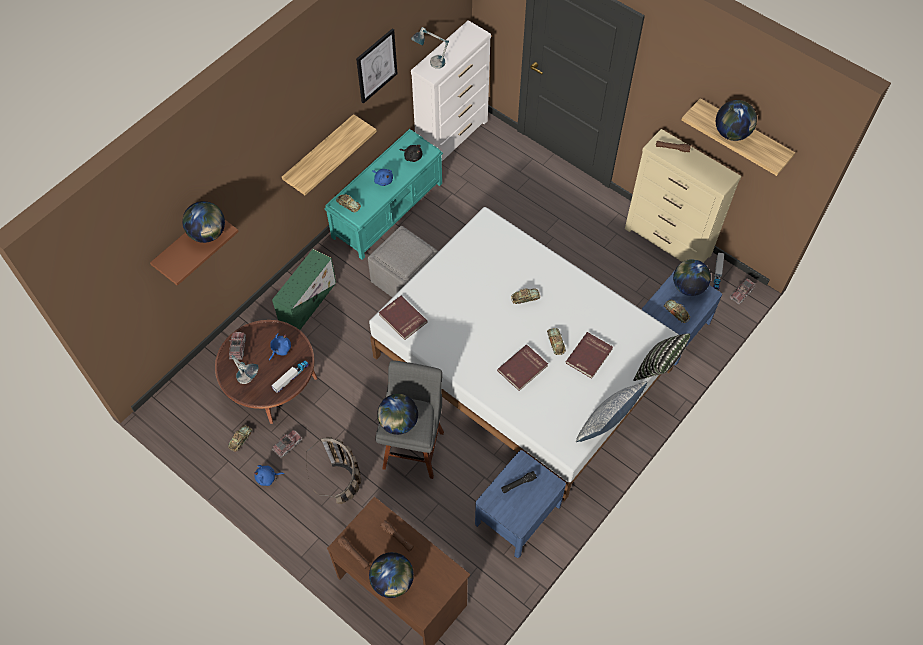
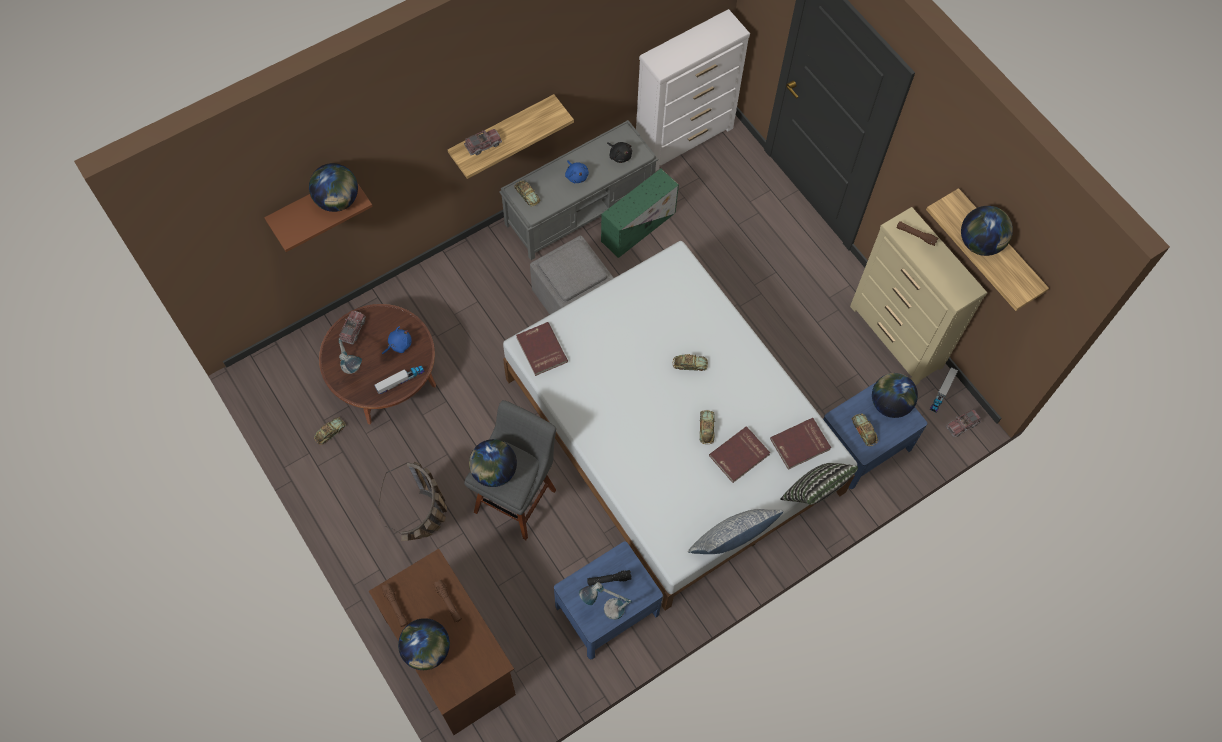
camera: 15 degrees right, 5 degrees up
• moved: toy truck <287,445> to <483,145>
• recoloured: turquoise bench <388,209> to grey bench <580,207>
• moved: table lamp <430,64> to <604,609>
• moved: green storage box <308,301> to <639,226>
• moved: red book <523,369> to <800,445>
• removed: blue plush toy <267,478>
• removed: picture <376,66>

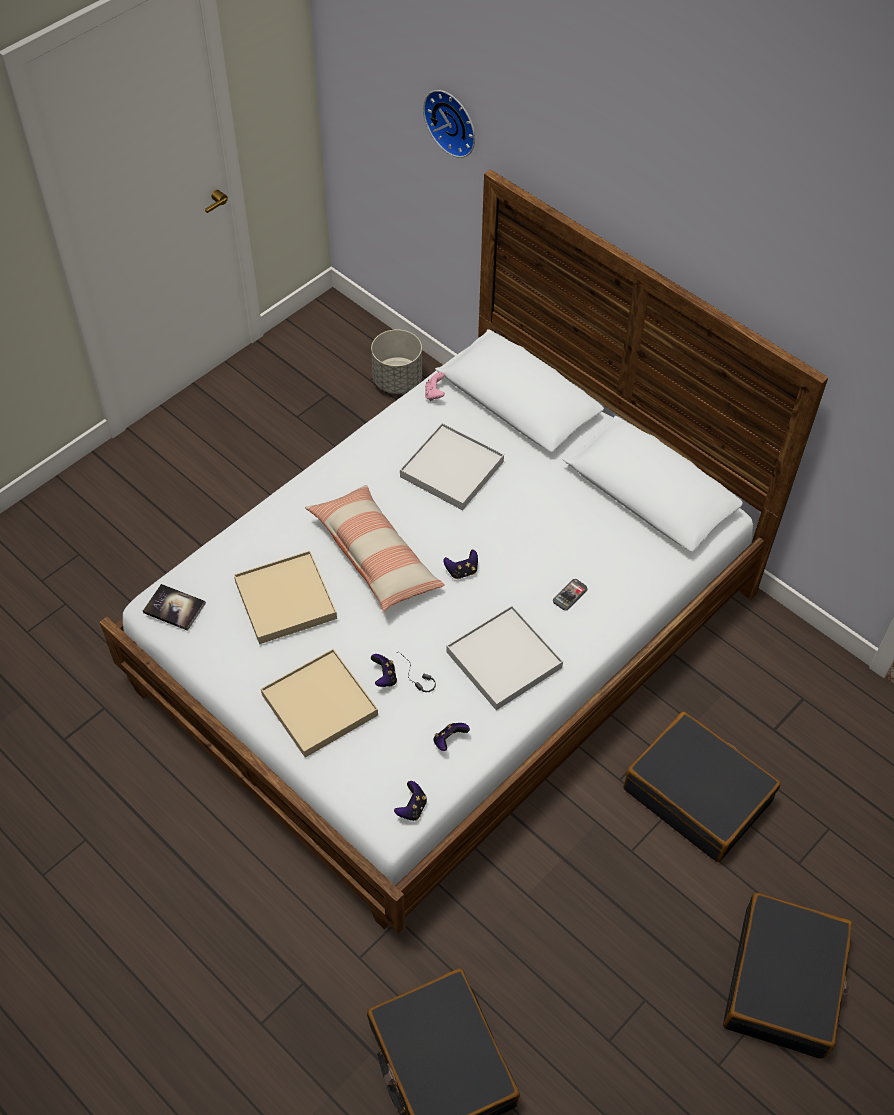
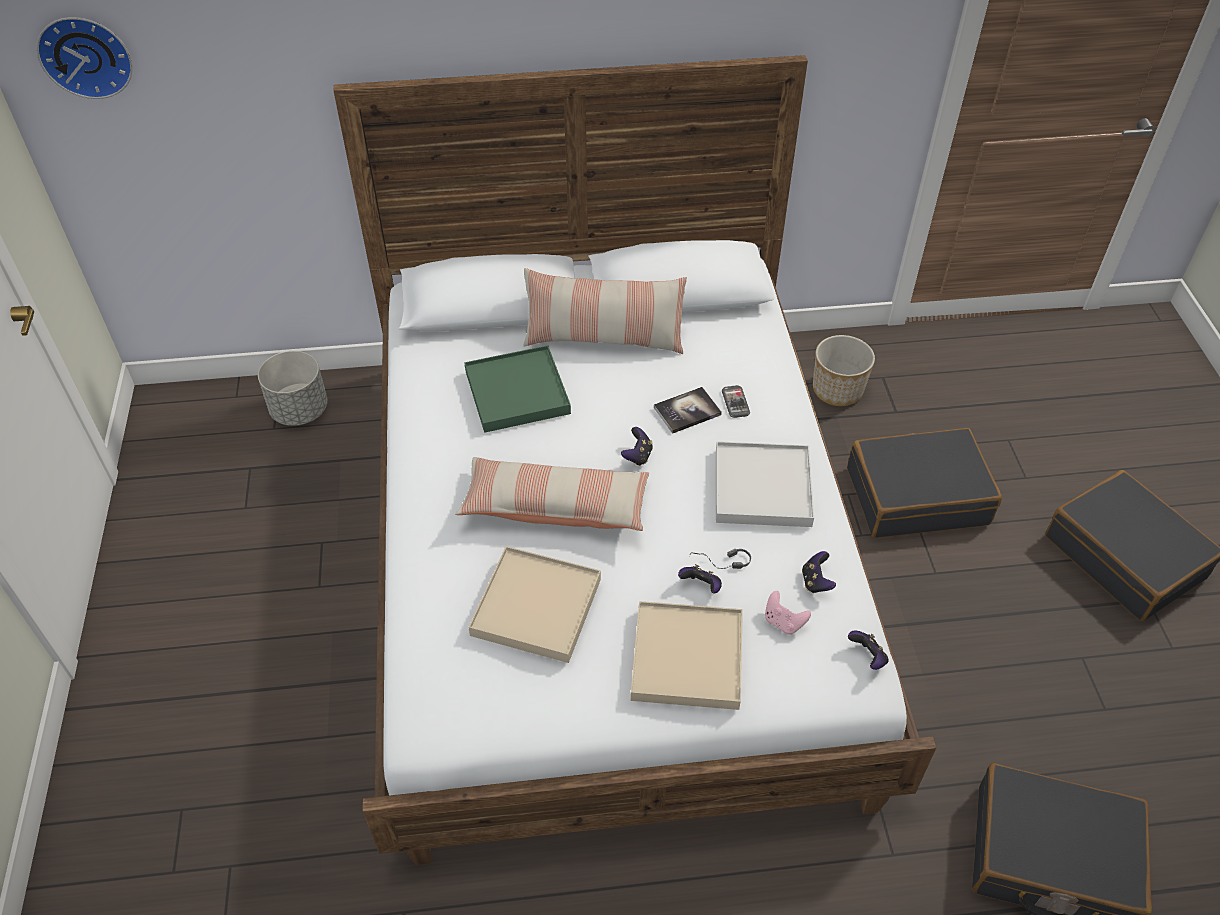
camera: 50 degrees left, 5 degrees down
• moved: wall clock <453,121> to <86,55>
• recoloured: white tray <452,469> to green tray <517,392>
• added: pillow <604,338>
• moved: book <174,608> to <687,411>
• moved: pink game controller <434,394> to <783,622>
• added: planter <838,390>

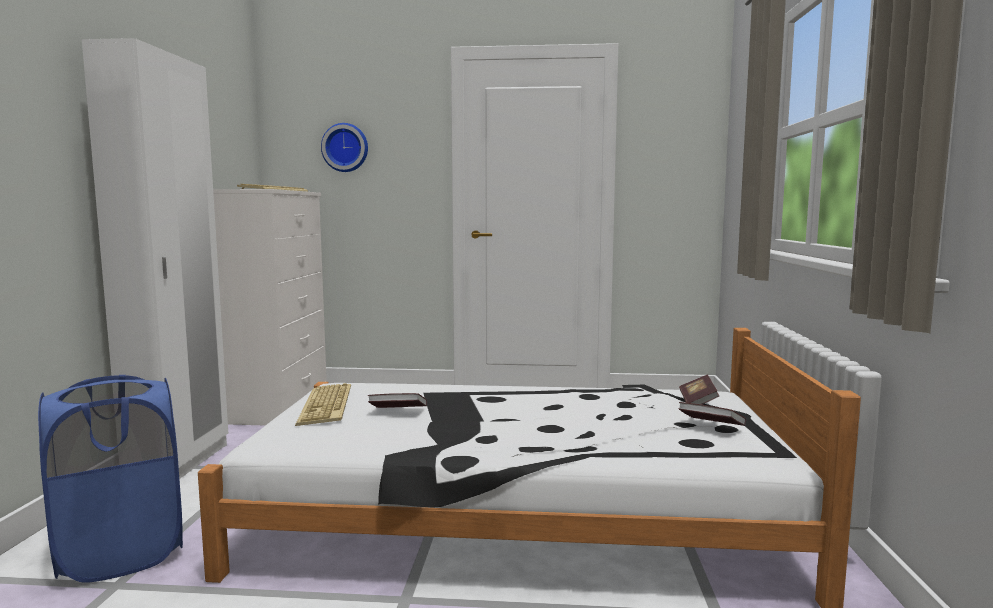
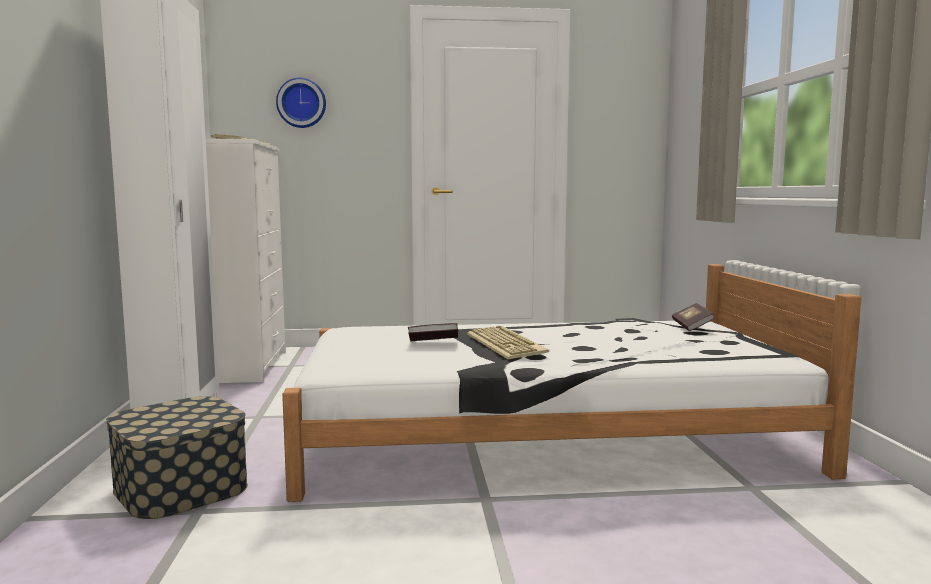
camera: 10 degrees left, 0 degrees up
• replaced: blue laundry basket <121,552> to storage box <181,487>
• moved: keyboard <327,406> to <507,344>
• removed: book <711,426>

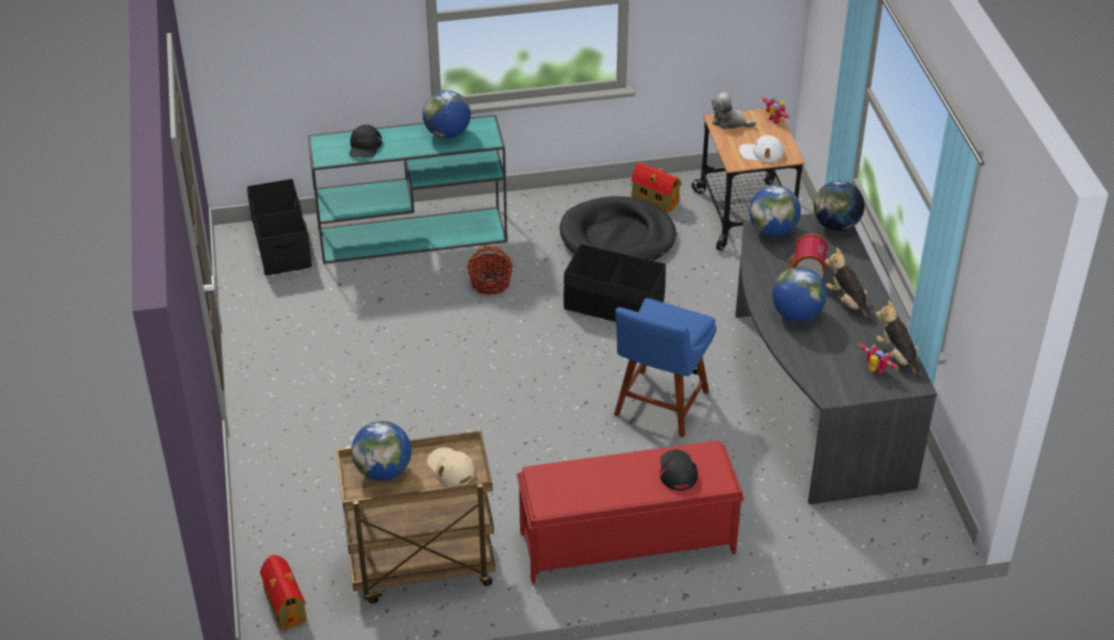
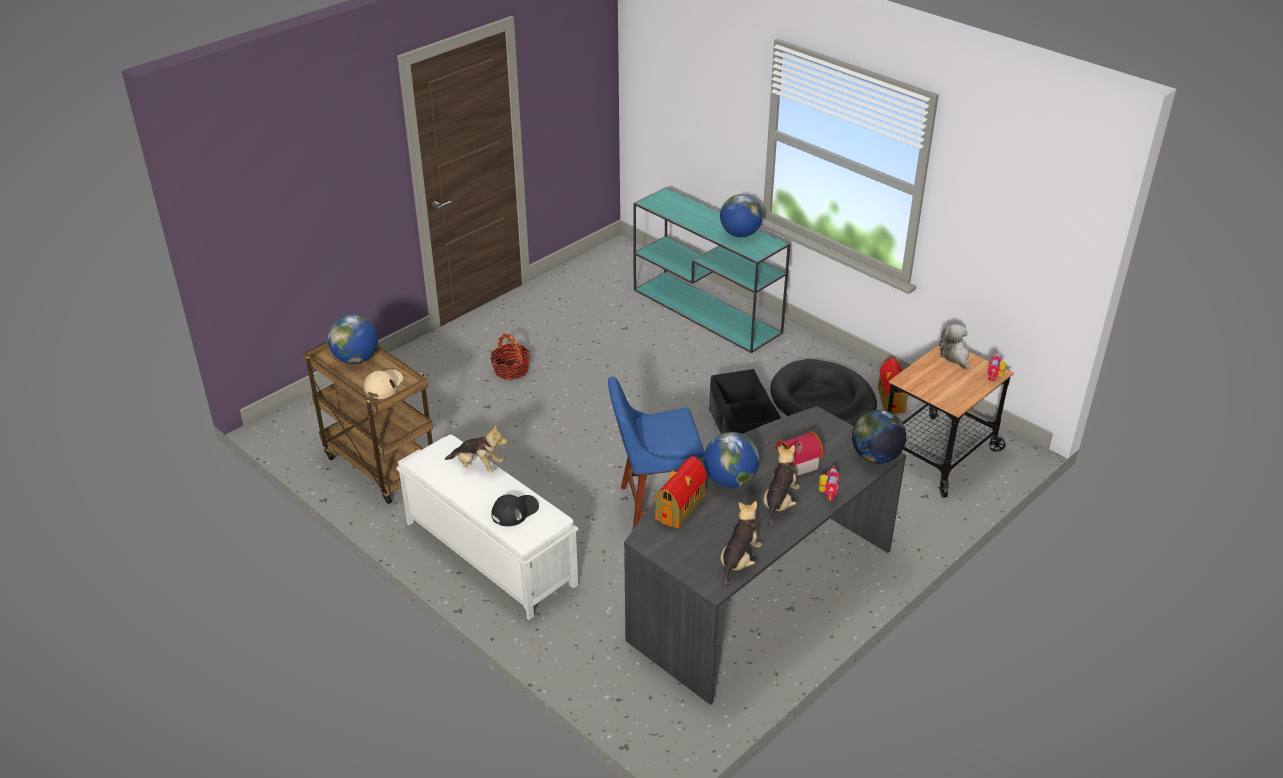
camera: 55 degrees right, 5 degrees down
• recoloured: red bench <625,542> to white bench <489,553>
• added: plush toy <478,466>
• moved: basket <490,283> to <511,370>
• moved: toy house <285,605> to <681,507>
• moved: toy robot <874,371> to <827,495>
• removed: black storage box <282,244>
• removed: black cap <365,146>
• removed: white cap <761,152>
• removed: globe <772,230>

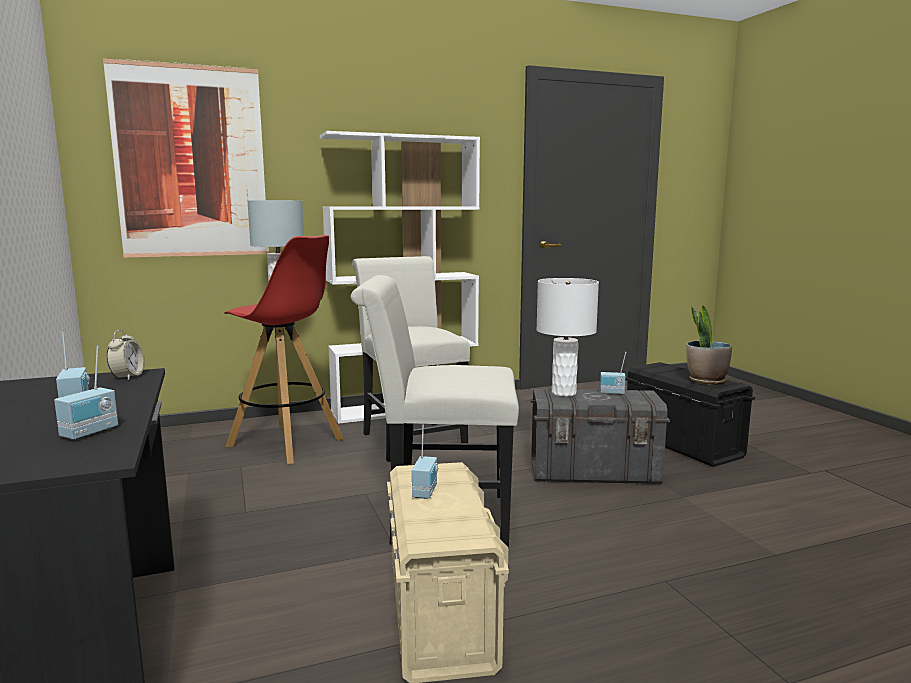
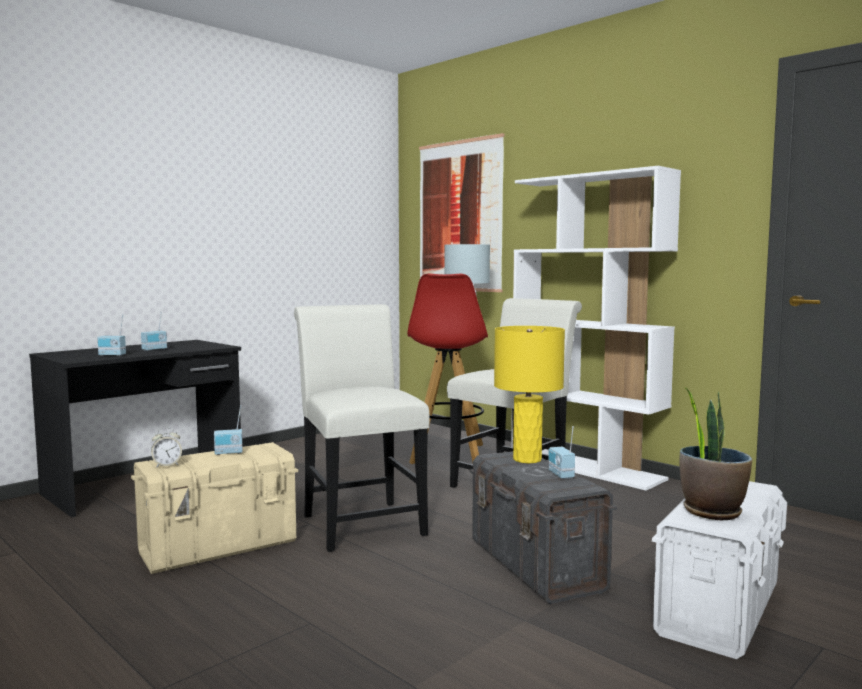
camera: 65 degrees right, 5 degrees down
• moved: alarm clock <127,377> to <167,465>
• recoloured: white table lamp <563,393> to yellow table lamp <526,459>
• recoloured: black storage box <682,444> to white storage box <719,609>

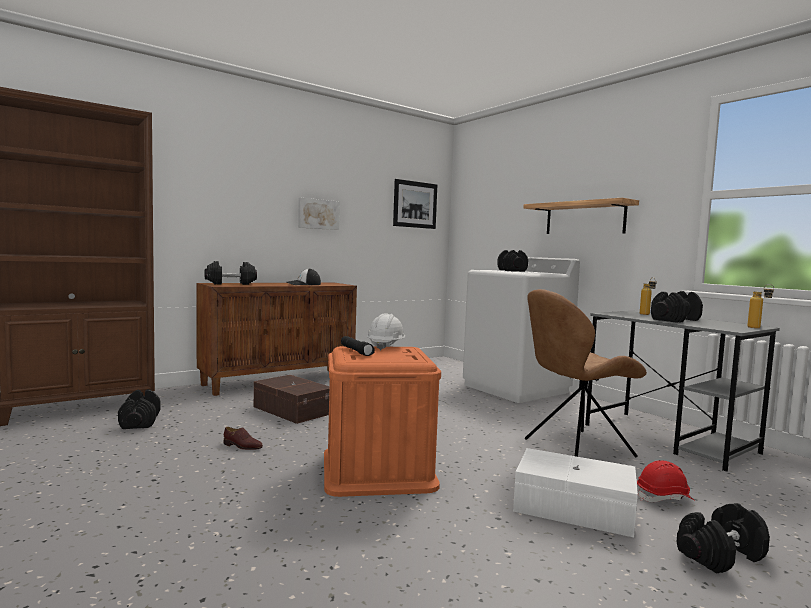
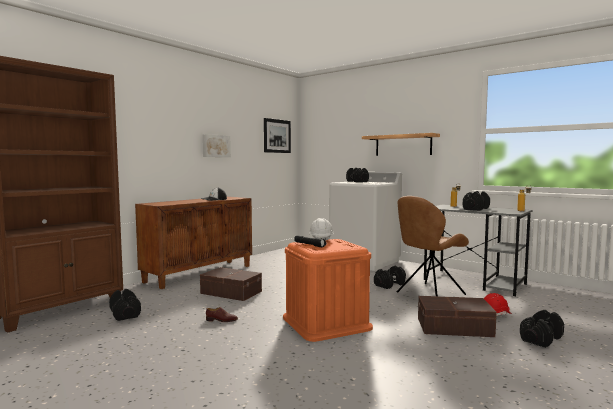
camera: 15 degrees left, 0 degrees up
• moved: black dumbbell <230,284> to <389,285>
• recoloured: white storage box <574,509> to brown storage box <455,327>

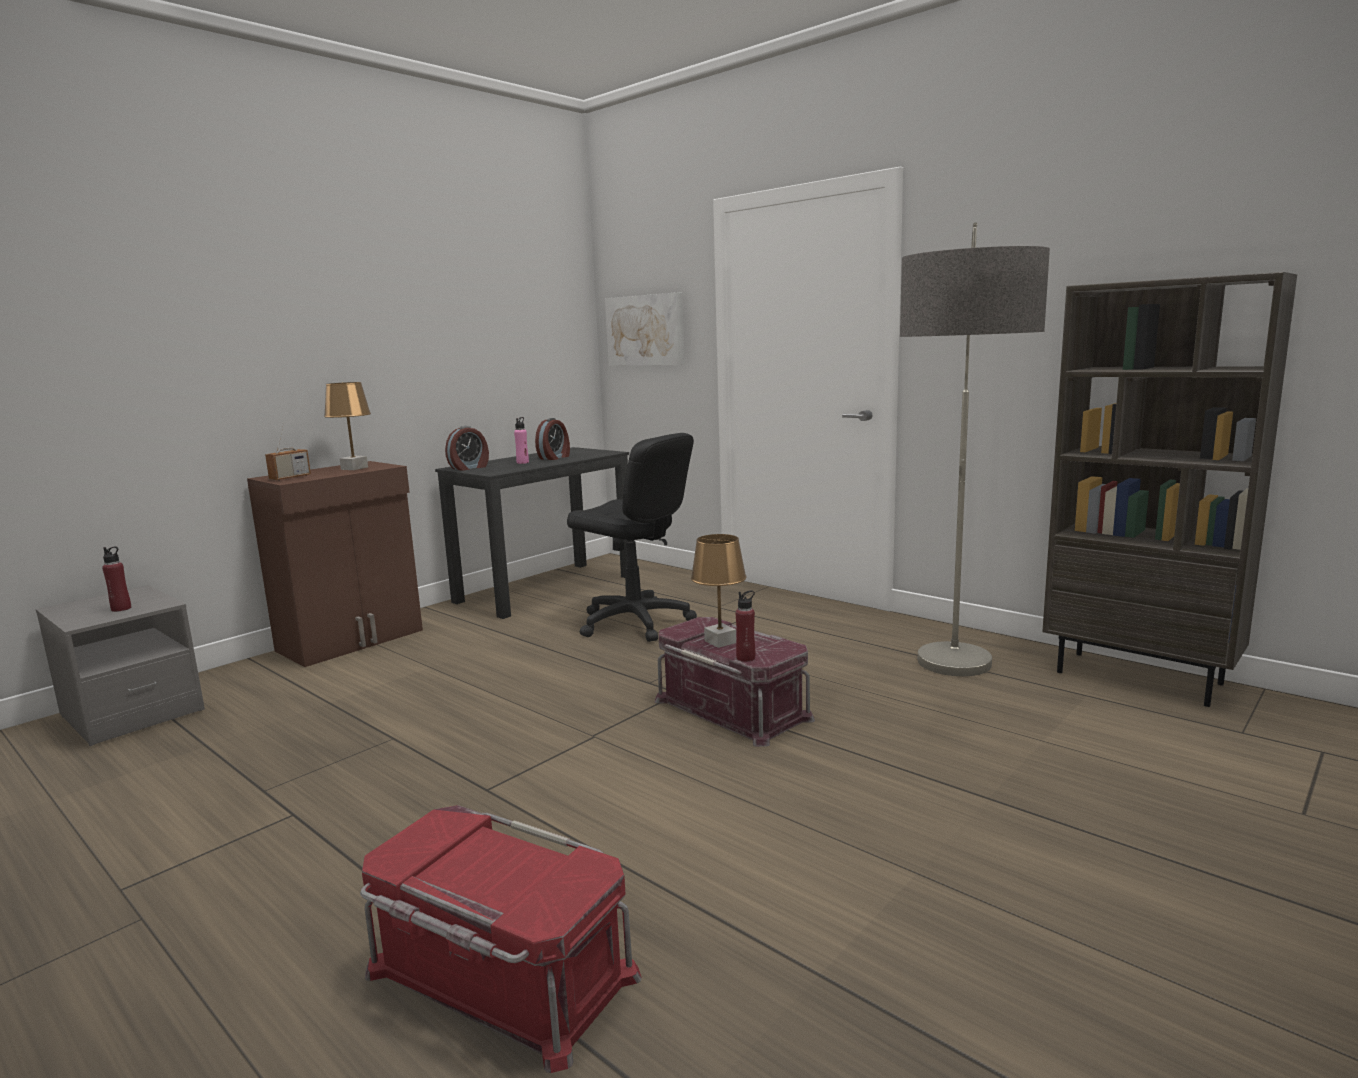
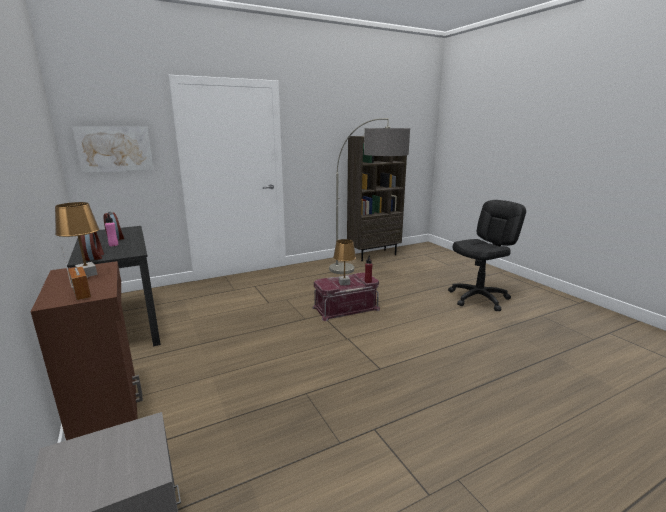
camera: 70 degrees left, 5 degrees up
• moved: black office chair <635,623> to <478,298>
• removed: red bottle <121,609>
• removed: red storage box <498,975>

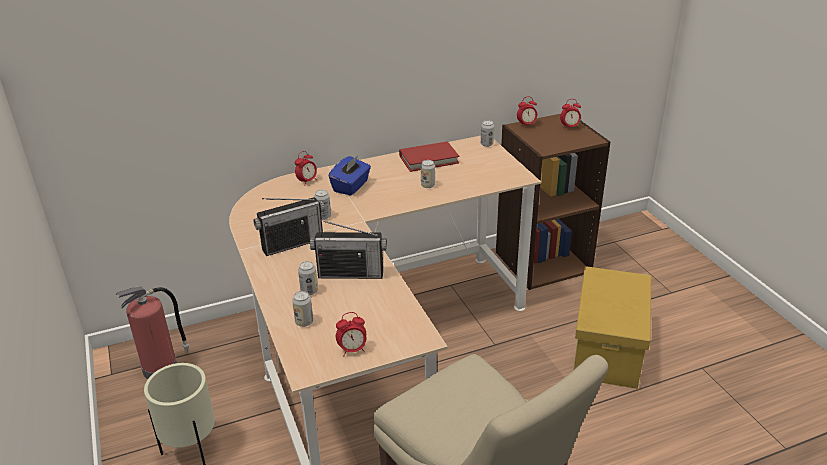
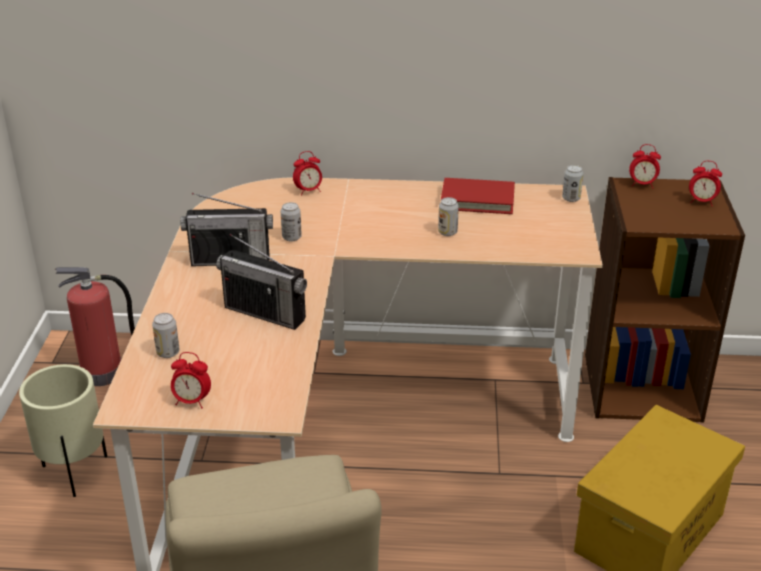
camera: 25 degrees right, 0 degrees up
• removed: can <309,291>
• removed: blue tissue box <351,186>

